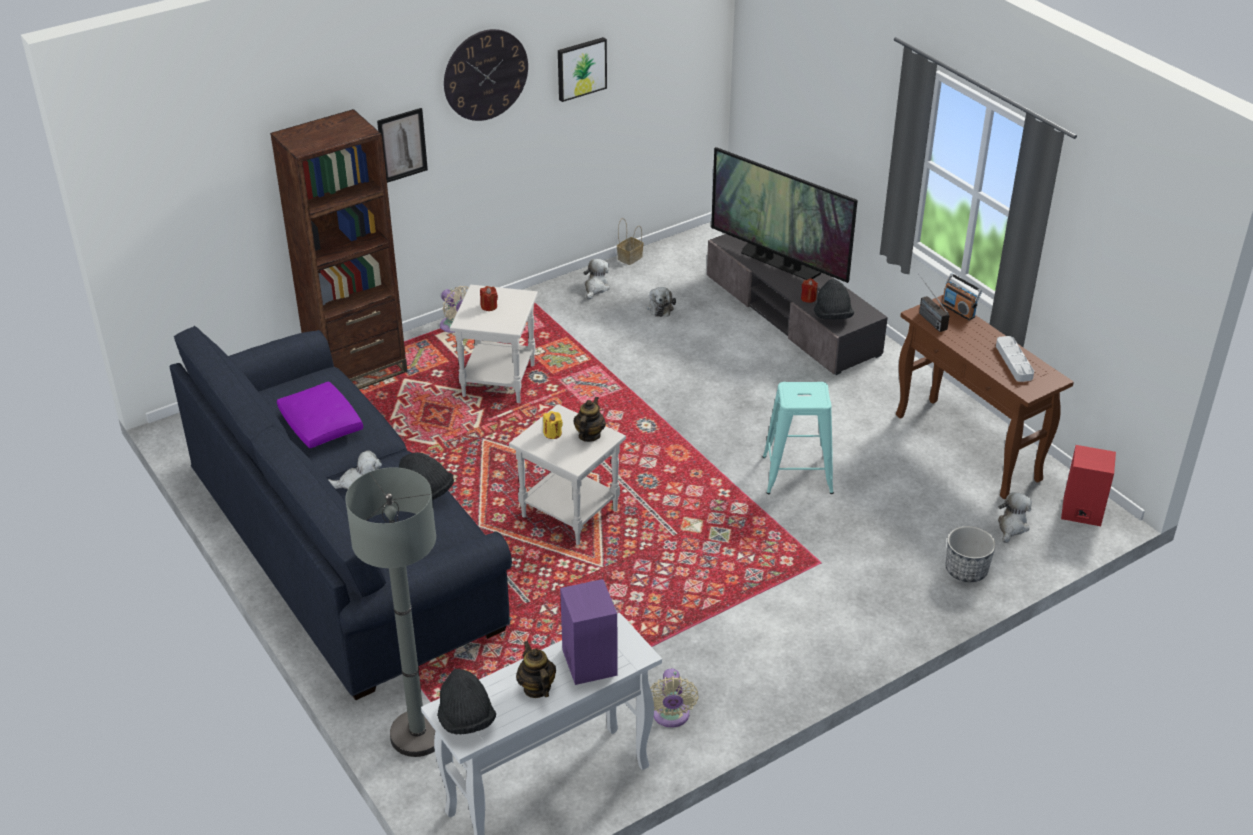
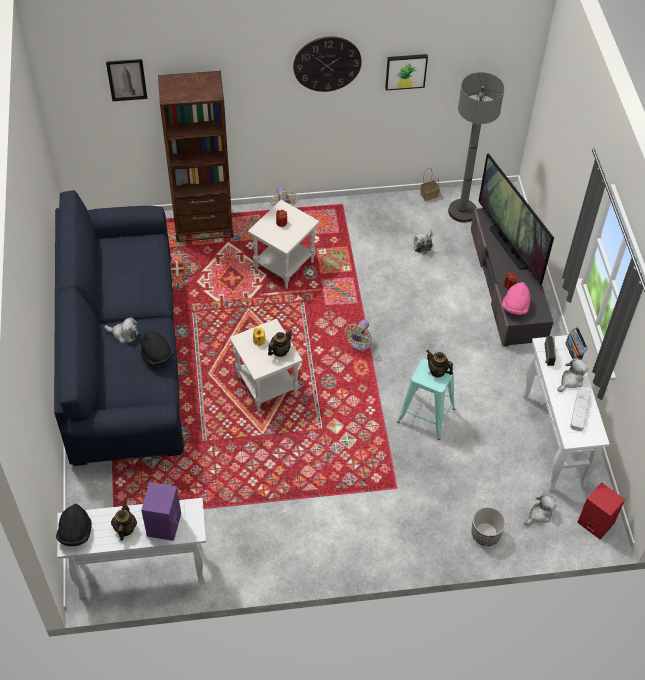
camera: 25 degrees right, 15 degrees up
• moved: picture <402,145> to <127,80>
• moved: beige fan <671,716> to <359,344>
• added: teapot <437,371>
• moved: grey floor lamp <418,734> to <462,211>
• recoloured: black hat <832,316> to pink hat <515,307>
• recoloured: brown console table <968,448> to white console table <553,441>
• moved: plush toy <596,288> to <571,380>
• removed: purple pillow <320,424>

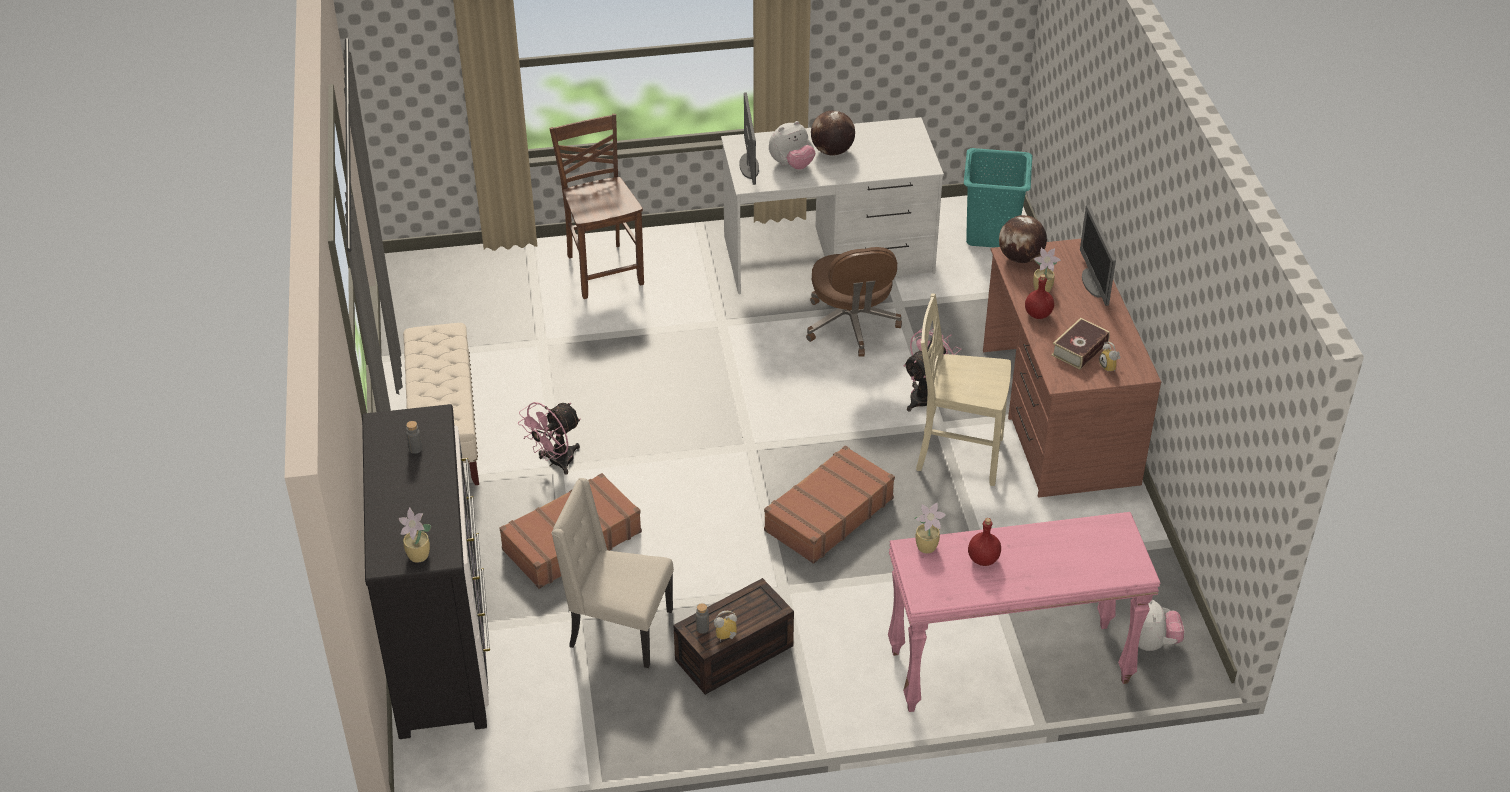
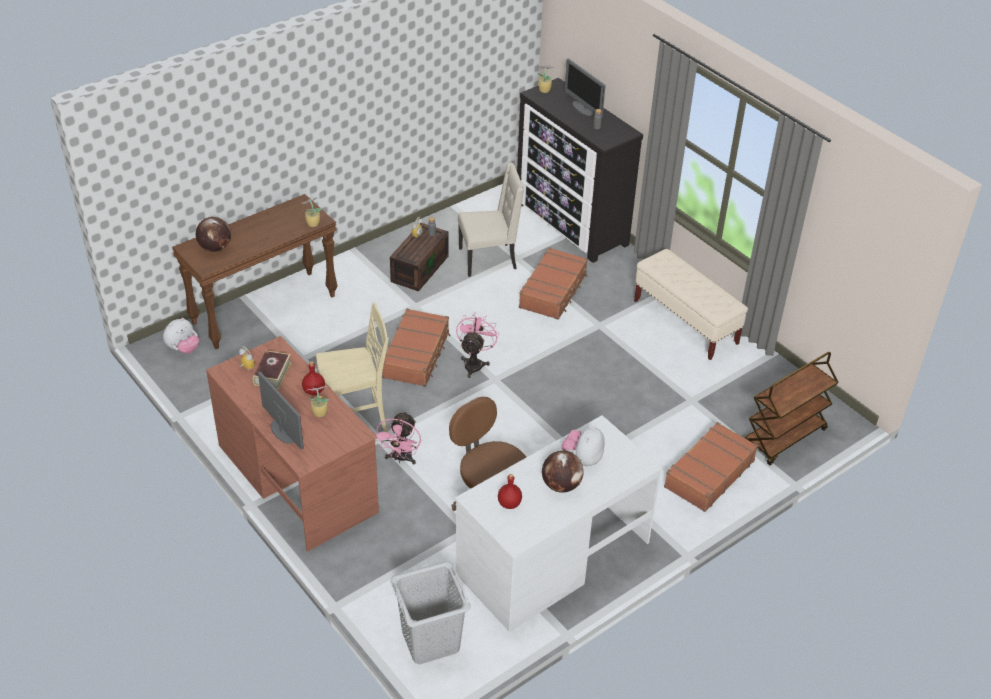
camera: 150 degrees right, 0 degrees up
• turned: plush toy <1153,642> = <183,349> 105 degrees counterclockwise
• recoloured: pink console table <1008,668> to brown console table <264,309>
• moved: globe <1020,258> to <215,248>
• recoloured: turquoise laundry basket <992,234> to grey laundry basket <430,640>
• moved: pink fan <555,462> to <474,363>
• moved: red bottle <983,559> to <509,504>
• moved: monitor <749,166> to <583,109>
• replaced: brown chair <603,269> to brown suitcase <708,474>
• added: brown cart <784,438>

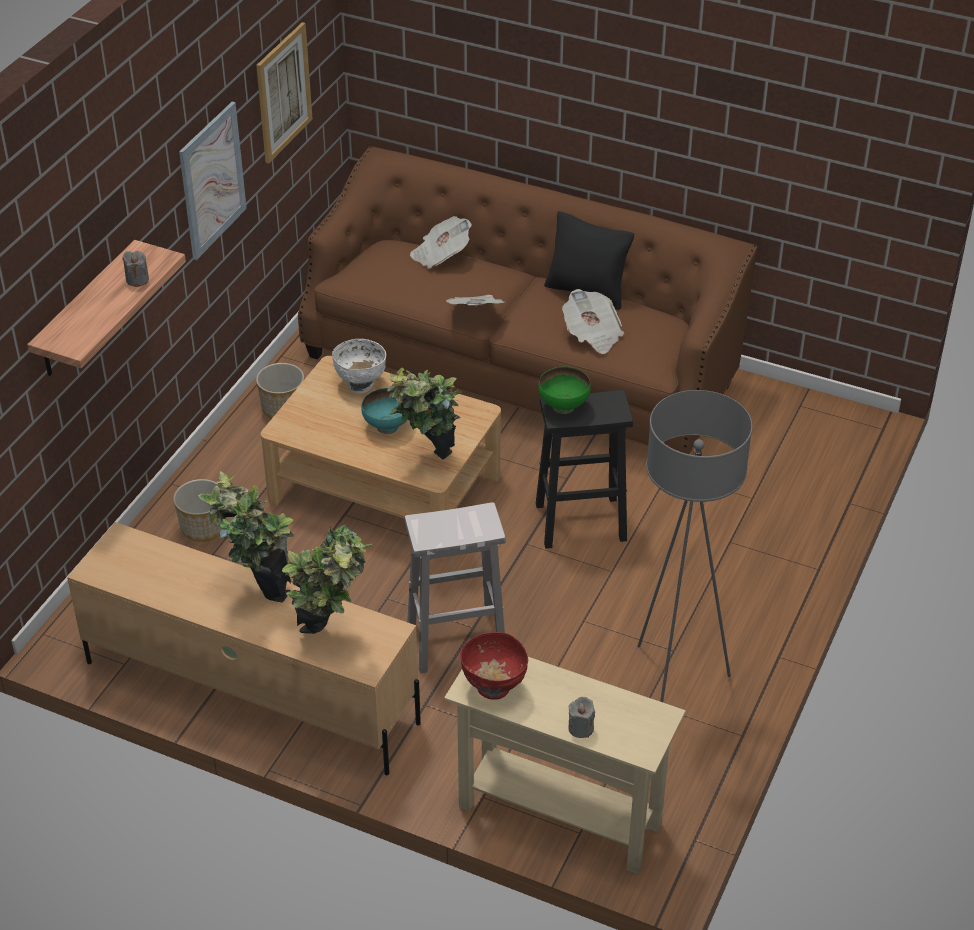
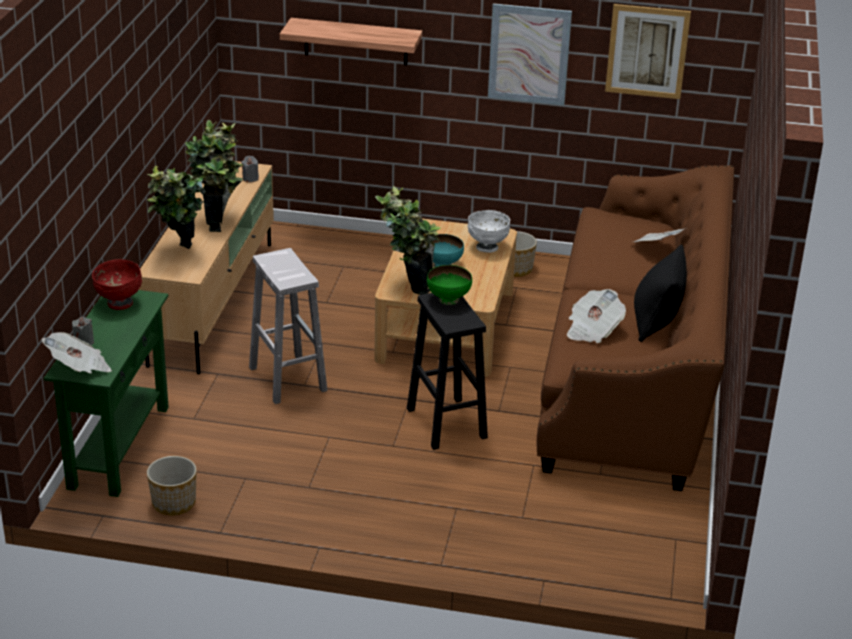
camera: 75 degrees right, 10 degrees down
• moved: newspaper <476,313> to <79,368>
• recoloured: beige console table <559,815> to green console table <119,447>
• moved: planter <204,528> to <173,503>
• moved: grey candle <137,280> to <250,178>
• removed: grey floor lamp <674,678>

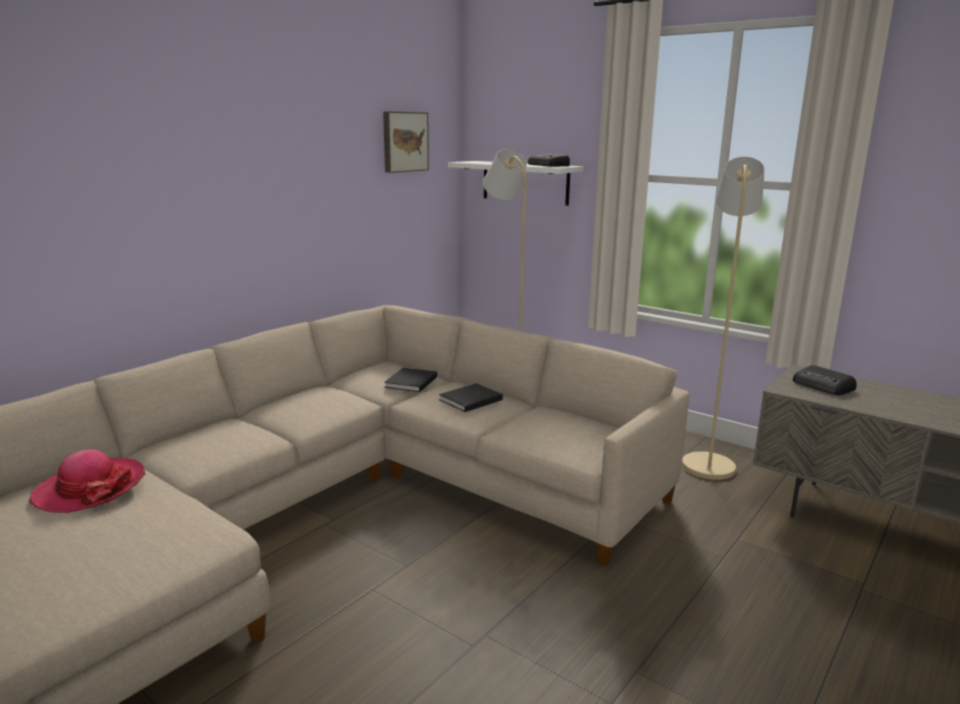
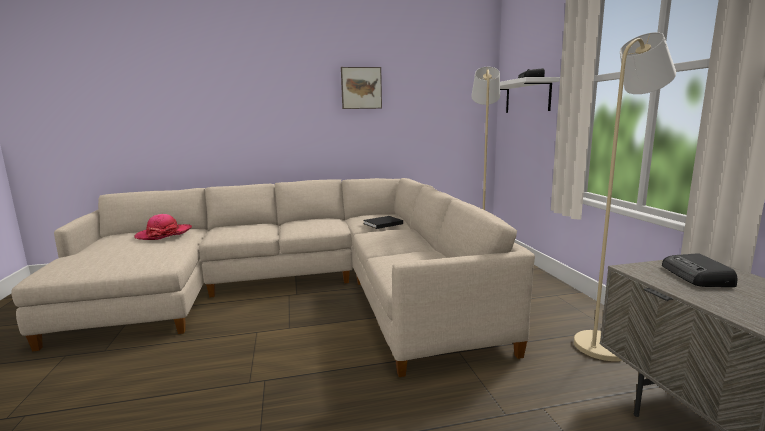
camera: 40 degrees right, 5 degrees down
• moved: picture <404,141> to <361,88>
• removed: black book <469,400>

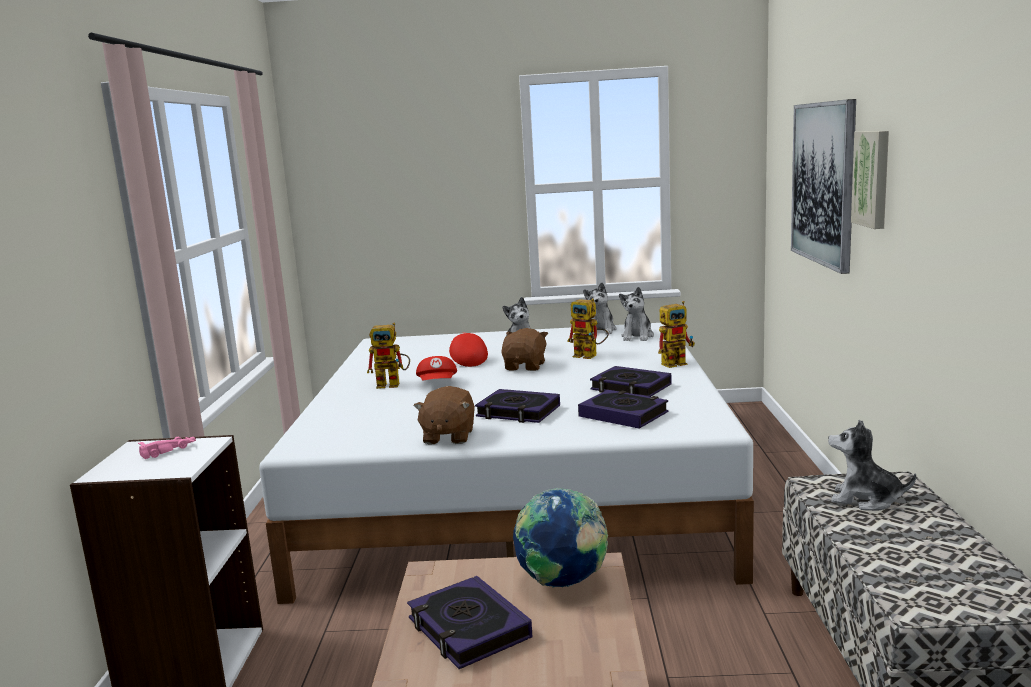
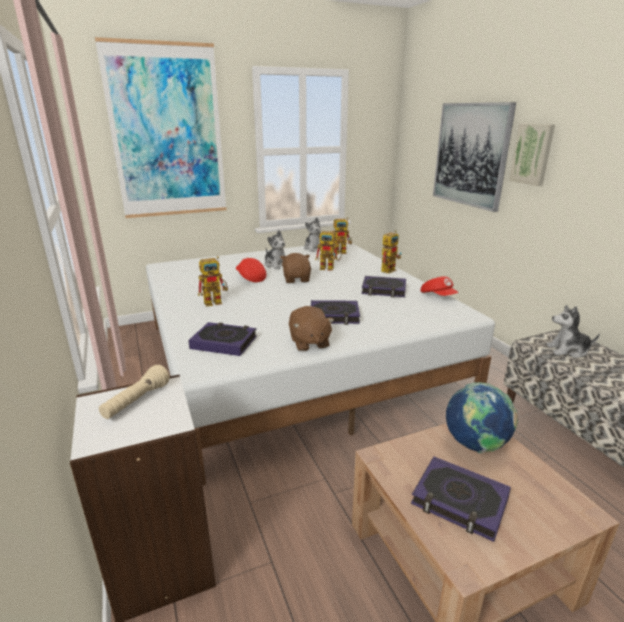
camera: 25 degrees left, 10 degrees up
• added: picture <167,133>
• replaced: pink toy car <169,450> to beige flashlight <136,401>
• moved: book <623,415> to <224,343>
• replaced: plush toy <637,336> to toy robot <342,252>
• moved: red cap <438,384> to <438,296>

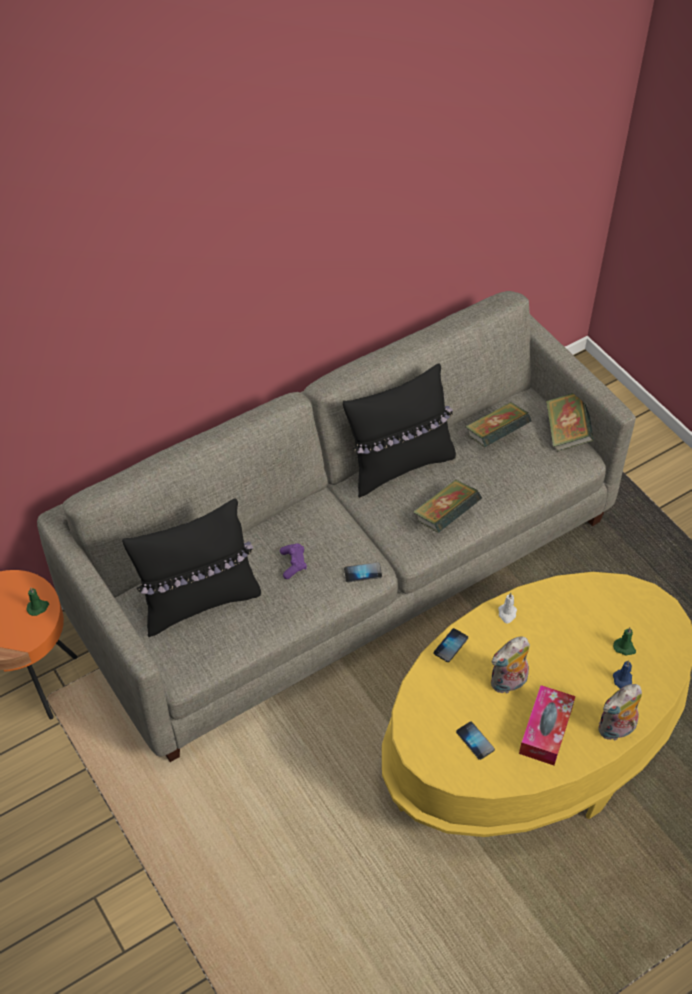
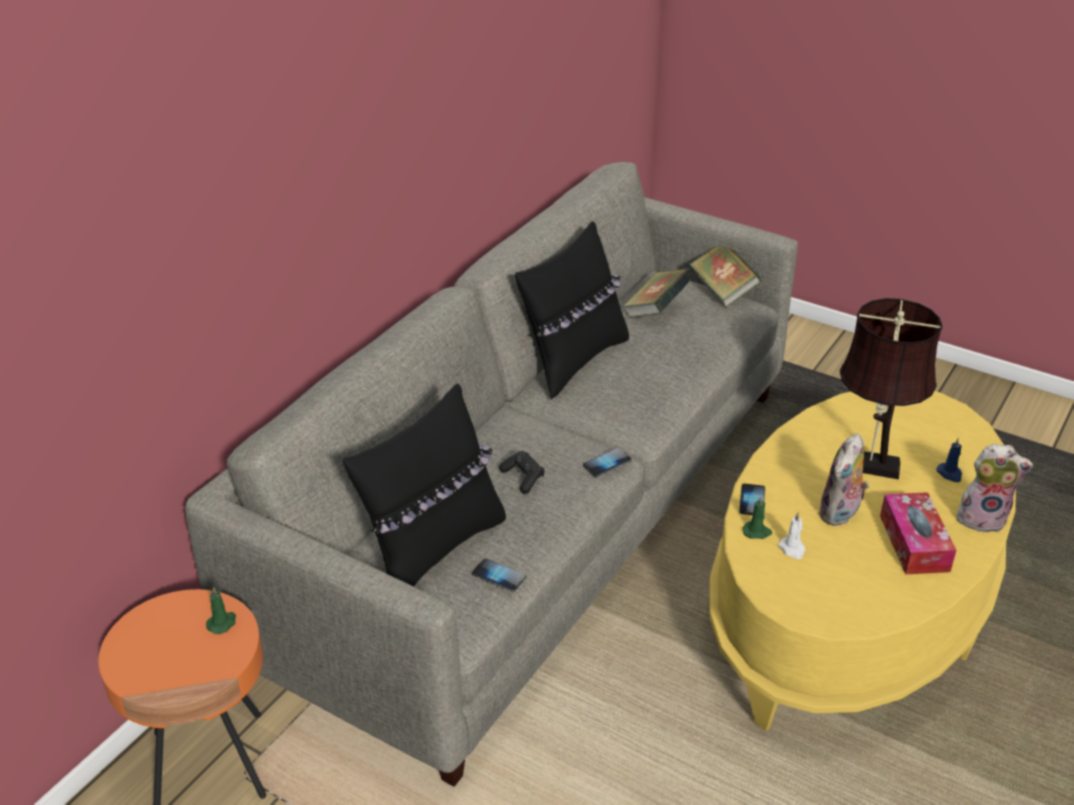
camera: 25 degrees left, 15 degrees down
• moved: phone <475,741> to <498,576>
• recoloured: purple game controller <293,564> to black game controller <523,478>
• moved: green candle <624,648> to <757,532>
• moved: white candle <507,614> to <792,549>
• added: brown table lamp <870,465>
• turned: plush toy <616,730> = <982,518> 120 degrees counterclockwise
• removed: book <445,517>

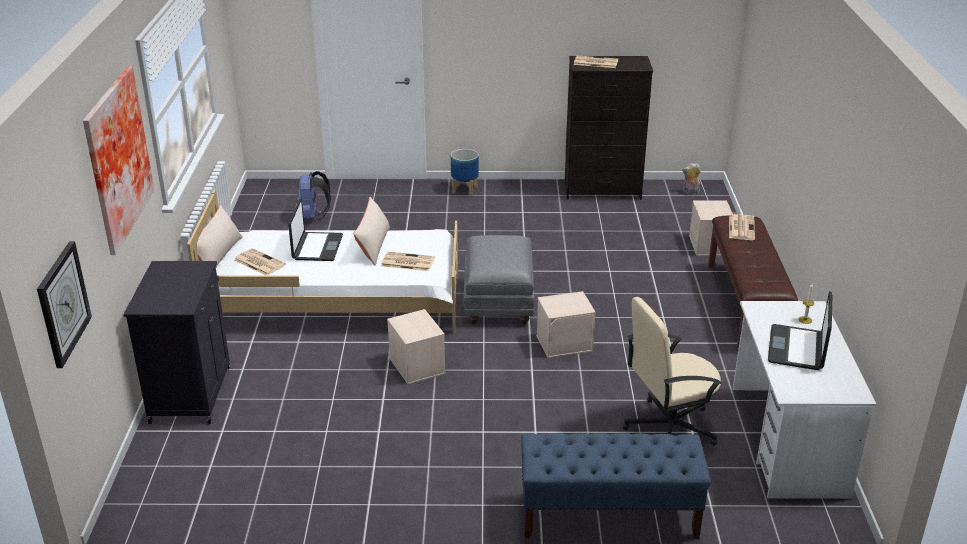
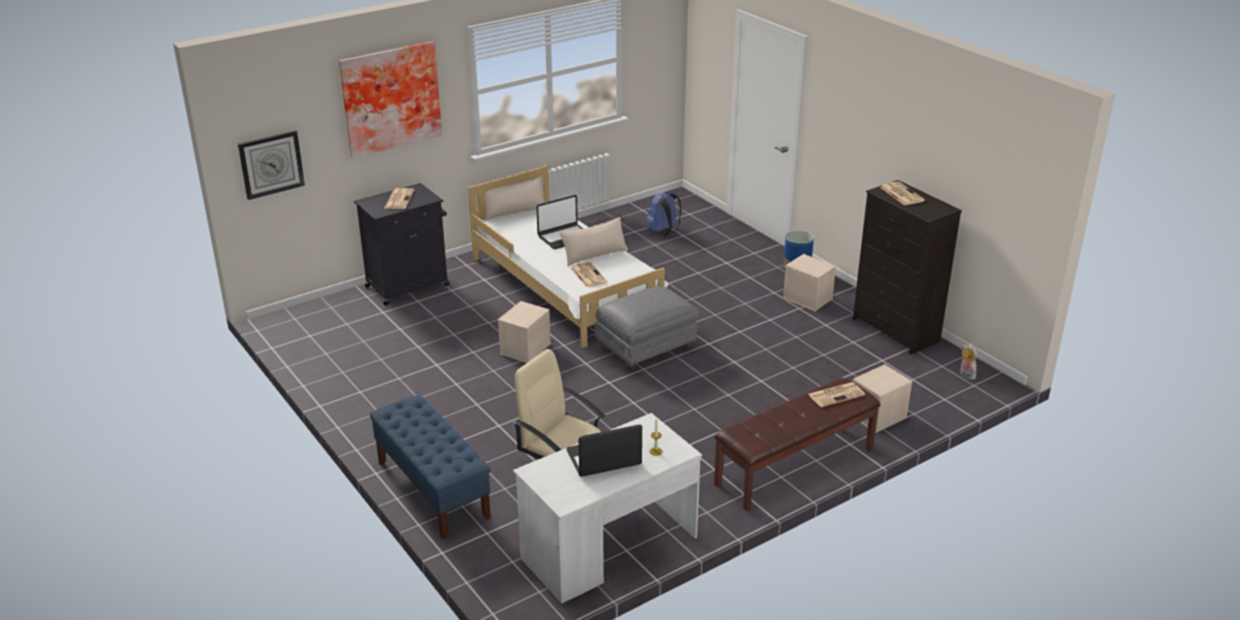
camera: 55 degrees right, 0 degrees up
• moved: newspaper <258,262> to <399,199>
• moved: beige storage box <565,343> to <808,298>

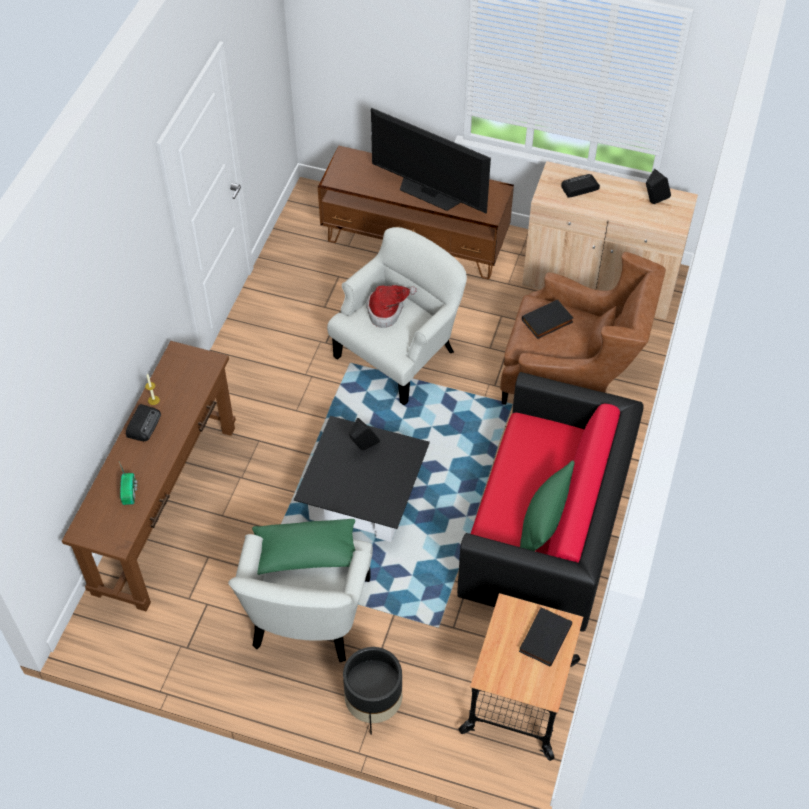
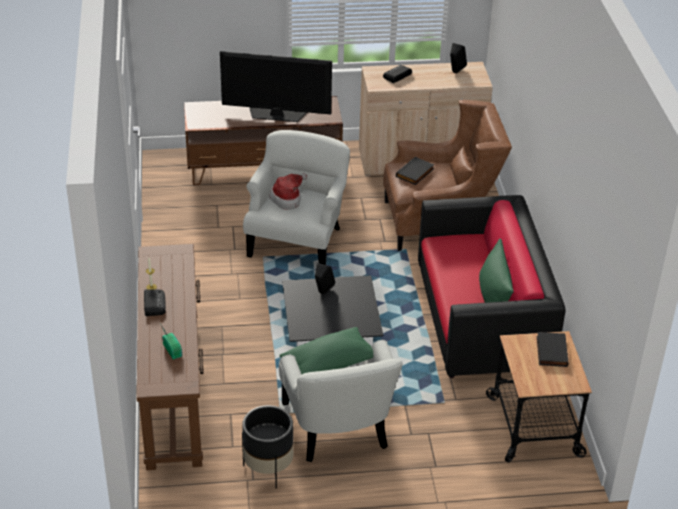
camera: 25 degrees left, 15 degrees down
• moved: black planter <374,706> to <268,469>

